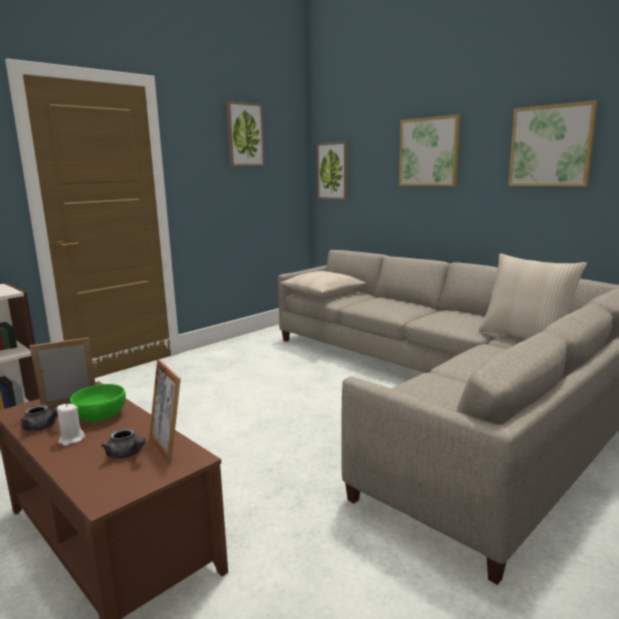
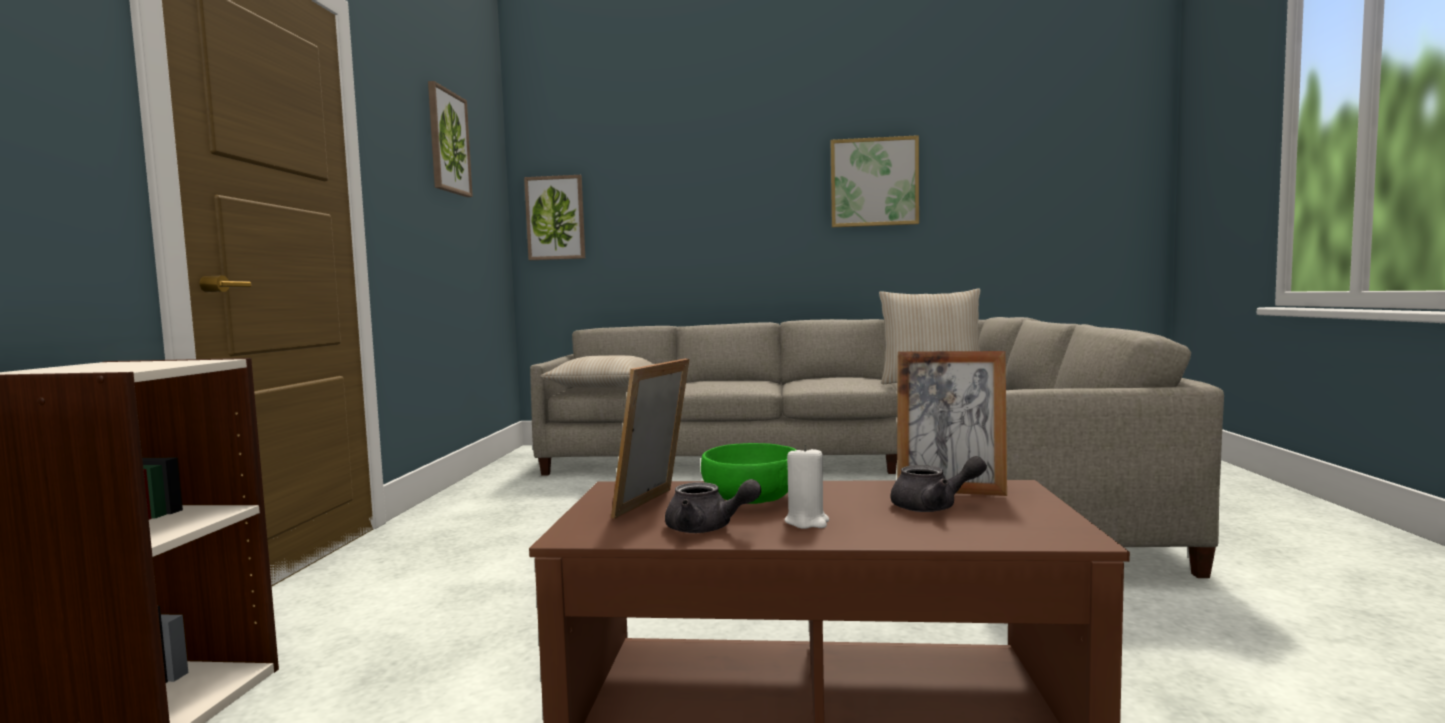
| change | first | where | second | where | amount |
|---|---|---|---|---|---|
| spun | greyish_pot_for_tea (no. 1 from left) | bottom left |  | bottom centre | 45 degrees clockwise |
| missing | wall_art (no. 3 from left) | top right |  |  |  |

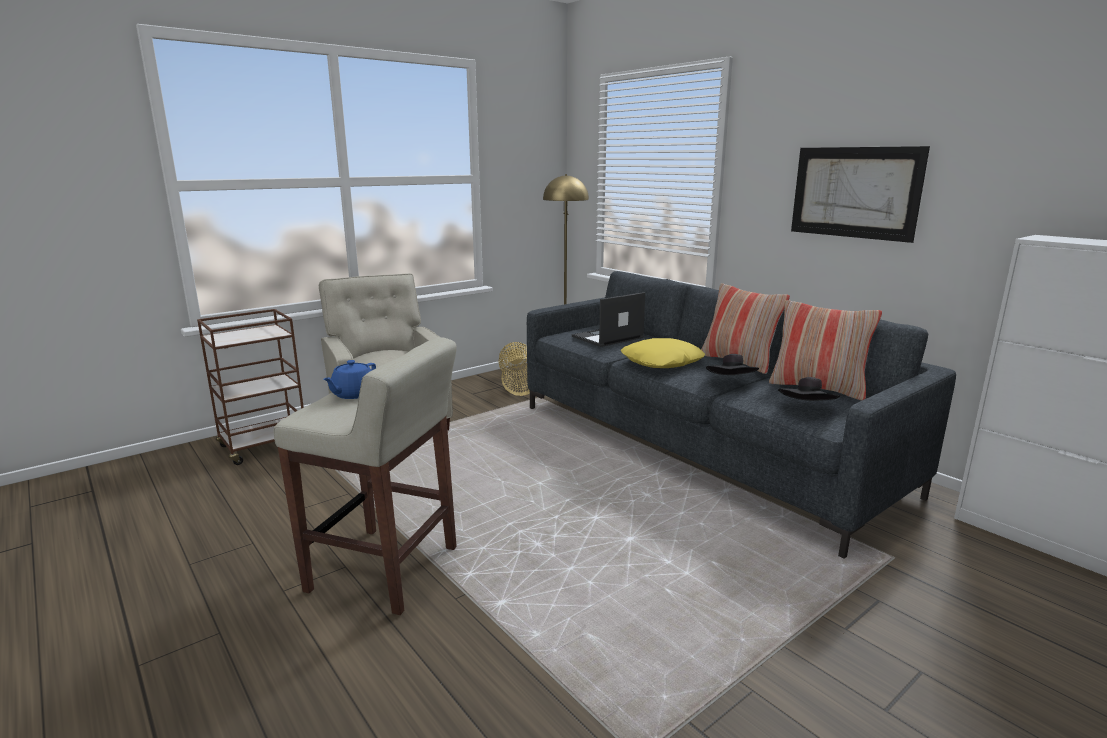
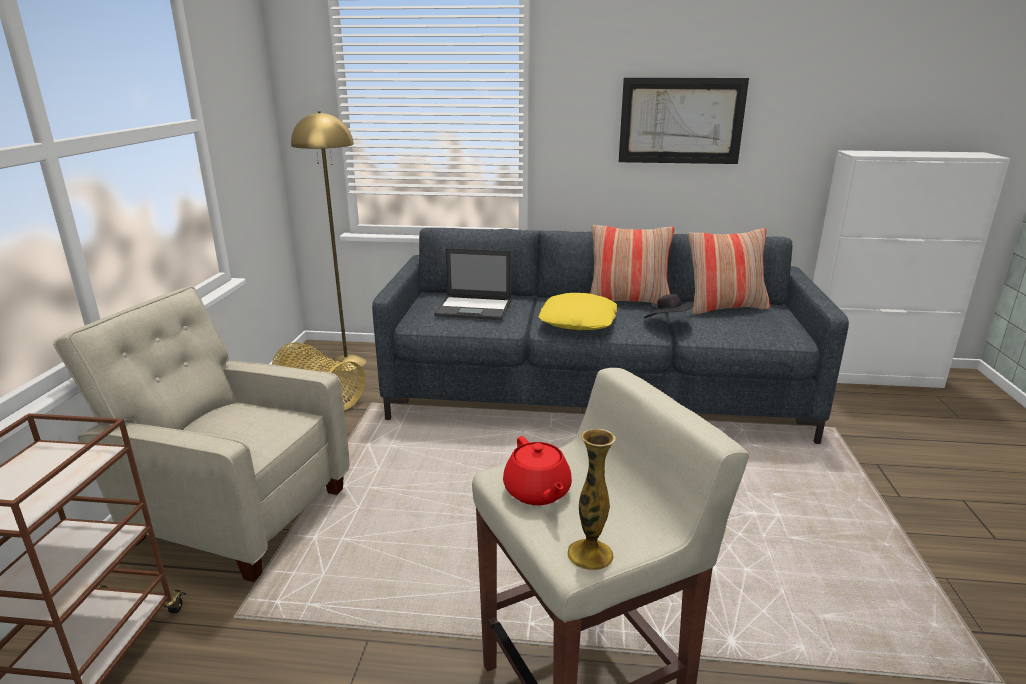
| change | first | where | second | where | amount |
|---|---|---|---|---|---|
| colour | blue_pot_for_tea | middle left | red-coloured_pot_for_tea | bottom centre |  |
| spun | notebook_computer | centre |  | centre | 90 degrees counterclockwise |
| missing | black-coloured_hat (no. 2 from left) | middle right |  |  |  |
| appeared |  |  | flower_vase | bottom centre |  |

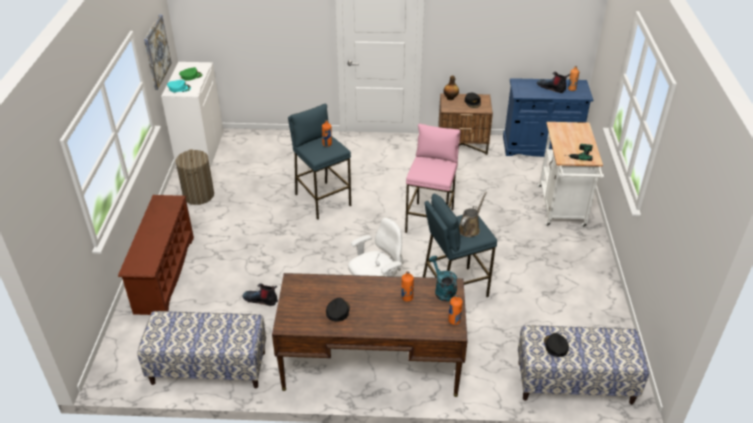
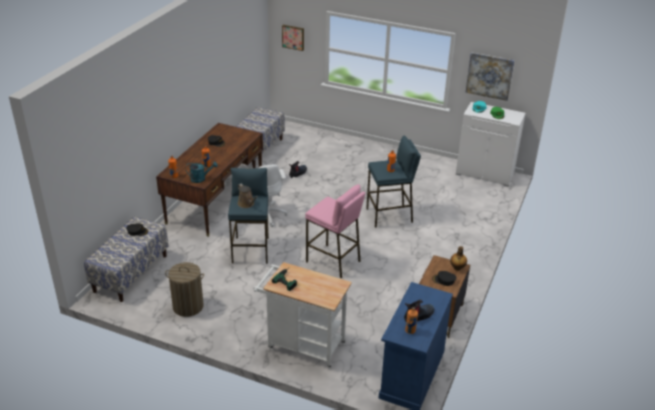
| change | first | where | second | where | amount |
|---|---|---|---|---|---|
| missing | brownish_shoe_rack | middle left |  |  |  |
| relocated | hamper | middle left |  | bottom left |  |
| appeared |  |  | wall_art (no. 1 from left) | top centre |  |

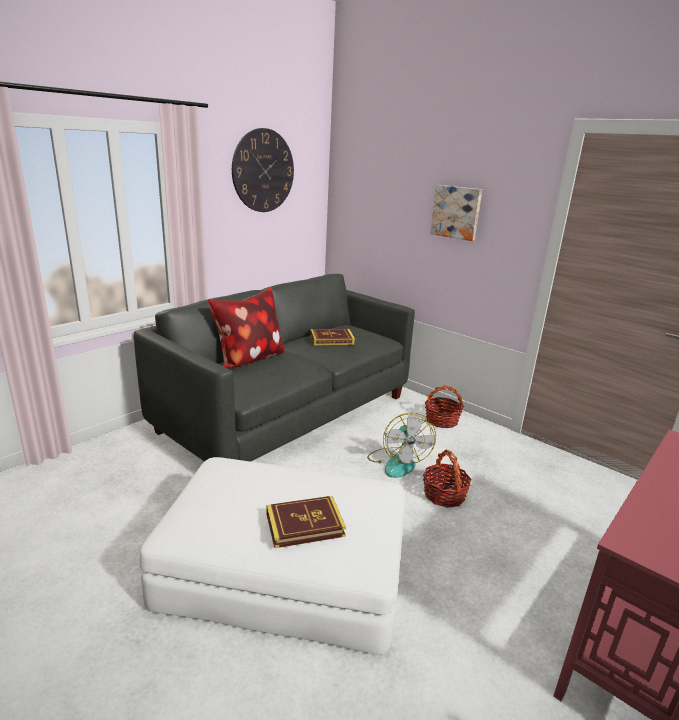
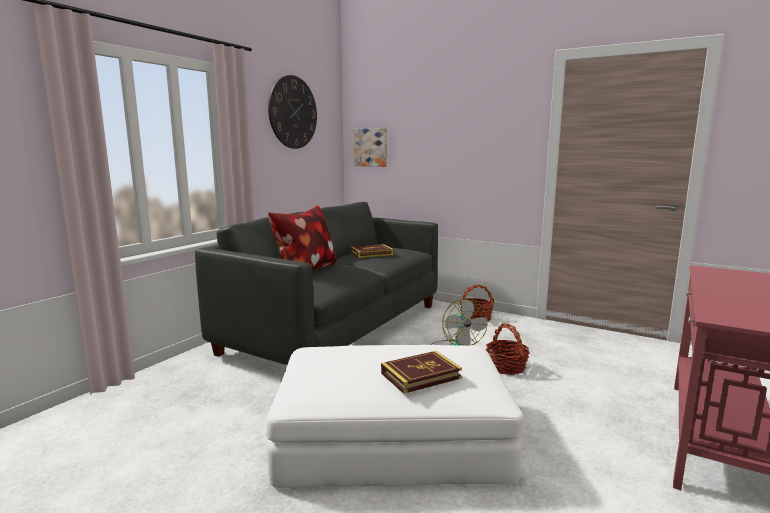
| change | first | where | second | where | amount |
|---|---|---|---|---|---|
| relocated | wall_art | top right |  | top centre |  |

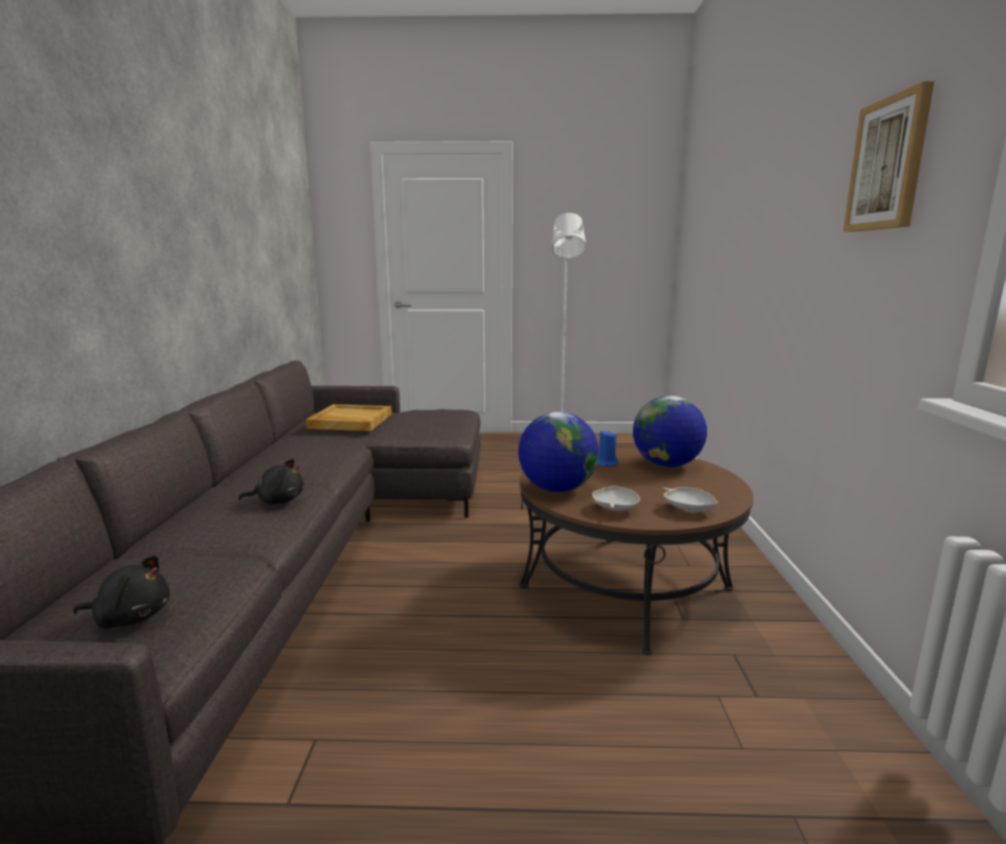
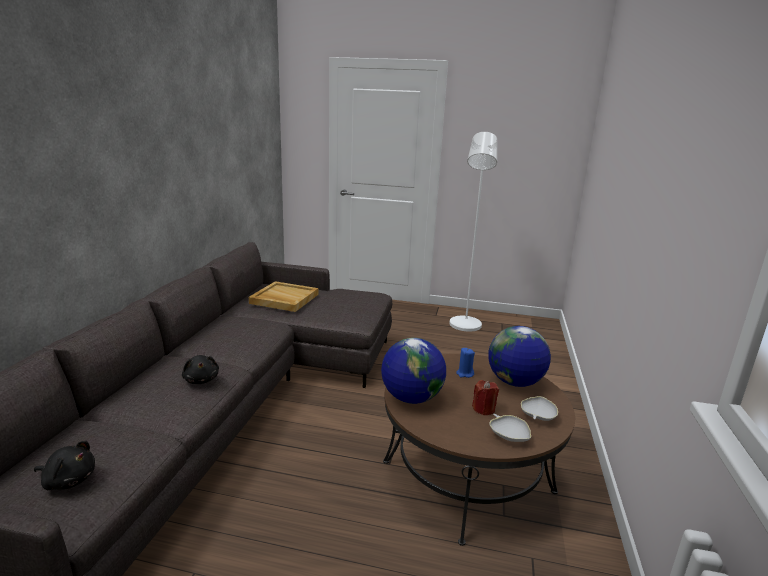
| change | first | where | second | where | amount |
|---|---|---|---|---|---|
| spun | black-coloured_cuddly_toy (no. 2 from left) | middle left |  | middle left | 60 degrees clockwise |
| relocated | white_serving_bowl (no. 1 from left in the first image) | centre | white_serving_bowl (no. 2 from left) | bottom right |  |
| missing | wall_art | top right |  |  |  |
| appeared |  |  | red-coloured_candle | bottom centre |  |

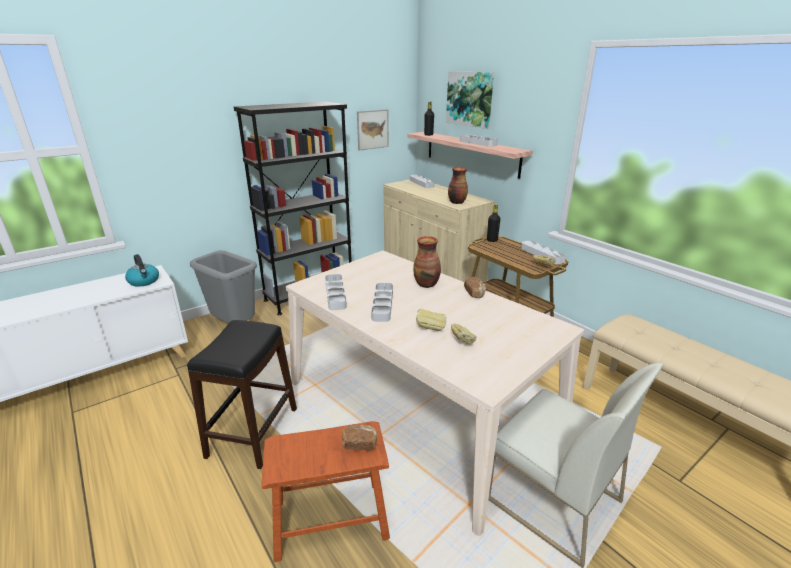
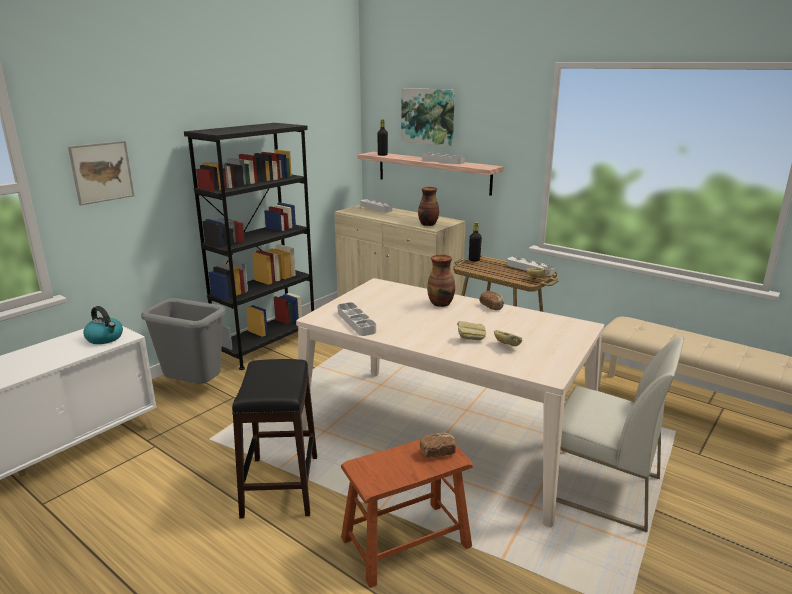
| change | first | where | second | where | amount |
|---|---|---|---|---|---|
| relocated | wall_art (no. 1 from left) | top centre |  | top left |  |
| missing | greyish_serving_tray (no. 2 from left) | centre |  |  |  |

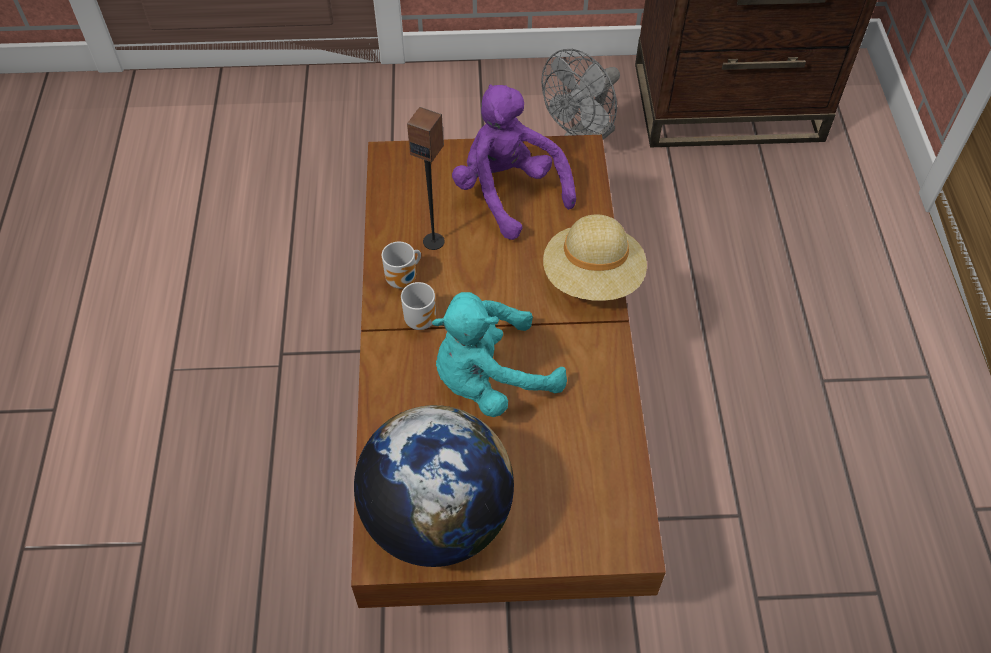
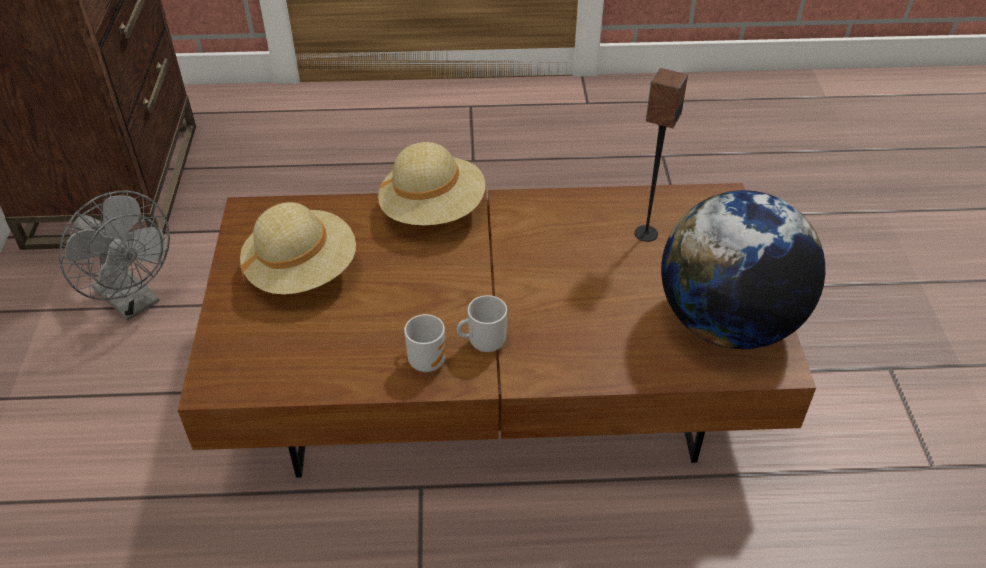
| change | first | where | second | where | amount |
|---|---|---|---|---|---|
| relocated | loudspeaker | top centre |  | top right |  |
| missing | turquoise_cuddly_toy | centre |  |  |  |
| exchanged | purple-coloured_cuddly_toy | top centre | beige-coloured_hat (no. 1 from left) | middle left |  |

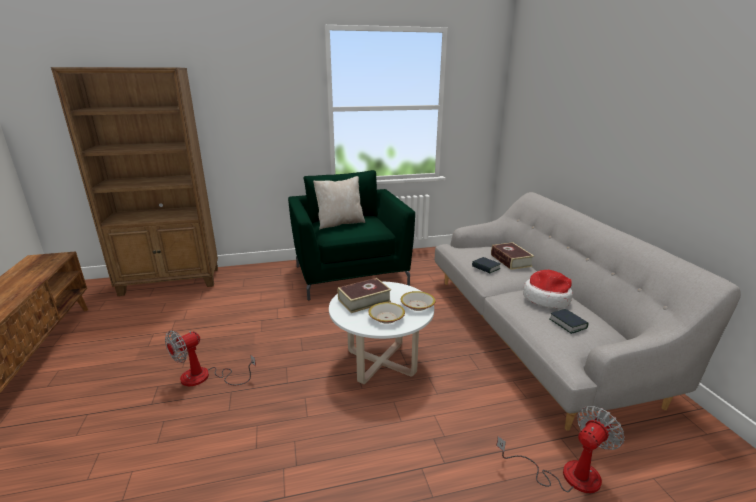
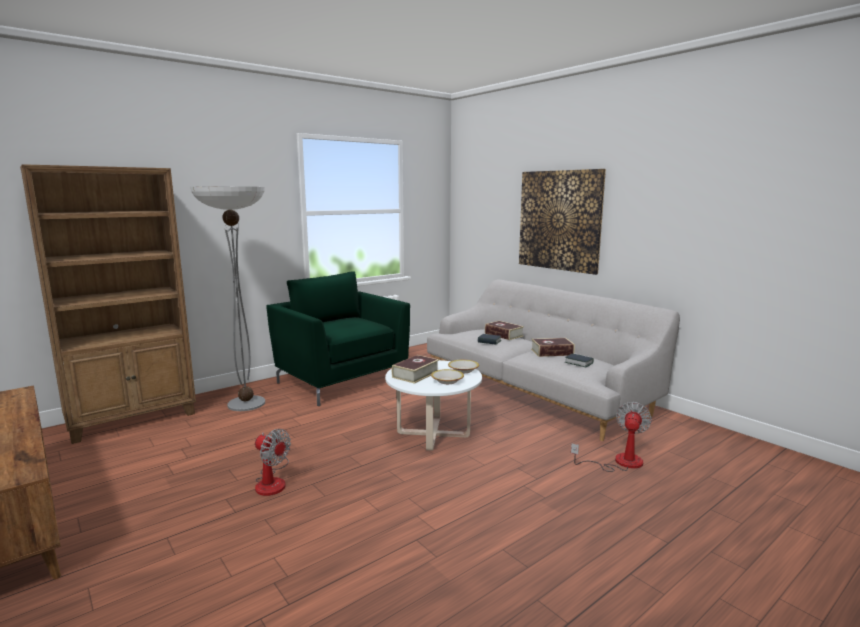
| change | first | where | second | where | amount |
|---|---|---|---|---|---|
| spun | cooling_fan (no. 1 from left) | bottom left |  | bottom left | 75 degrees counterclockwise |
| missing | beige-coloured_throw_pillow | centre |  |  |  |
| exchanged | hat | middle right | volume (no. 4 from left) | centre |  |
| appeared |  |  | floor_lamp | middle left |  |
| appeared |  |  | wall_art | centre |  |

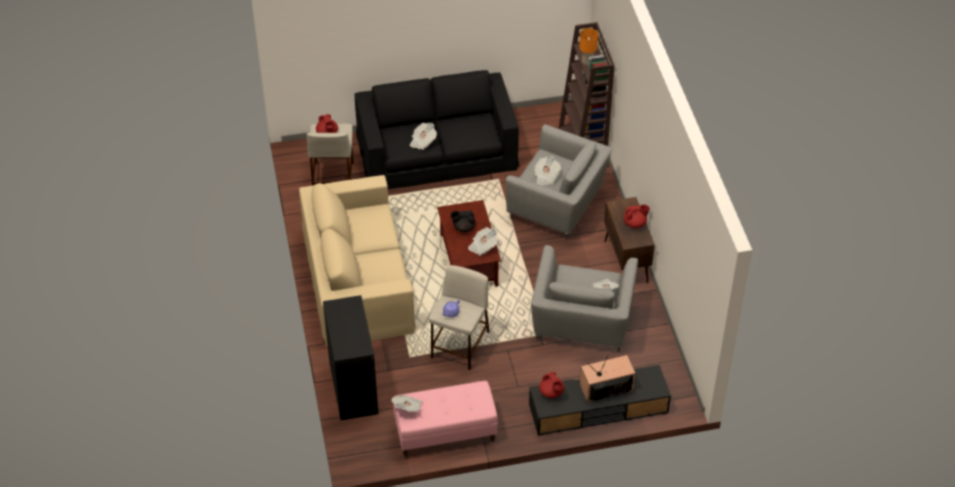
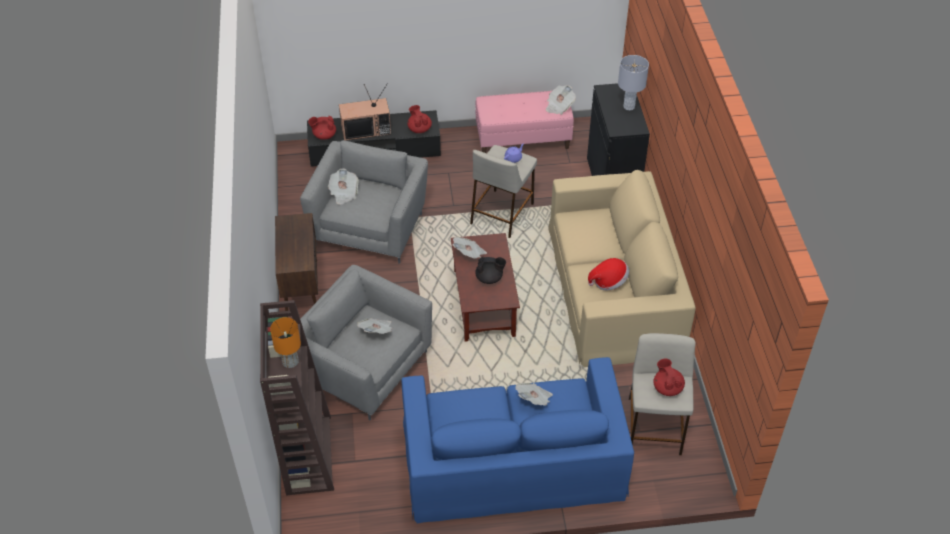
| change | first | where | second | where | amount |
|---|---|---|---|---|---|
| colour | black-coloured_sofa | top centre | blue_sofa | bottom centre |  |
| relocated | red-coloured_pot_for_tea (no. 3 from left in the first image) | middle right | red-coloured_pot_for_tea (no. 1 from left) | top centre |  |
| appeared |  |  | hat | centre |  |
| appeared |  |  | greyish_lamp_for_a_table | top centre |  |

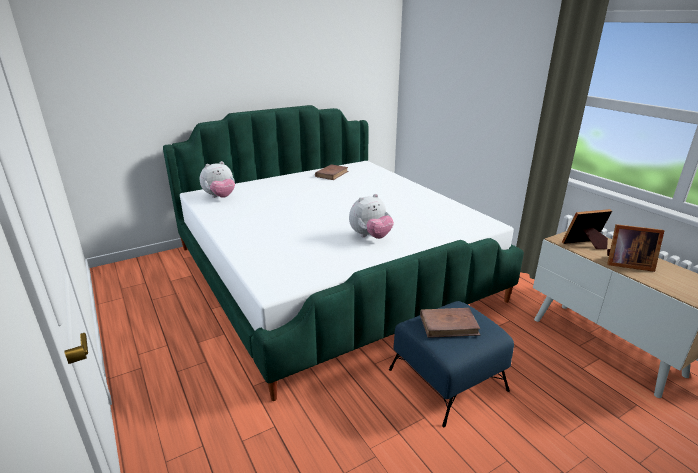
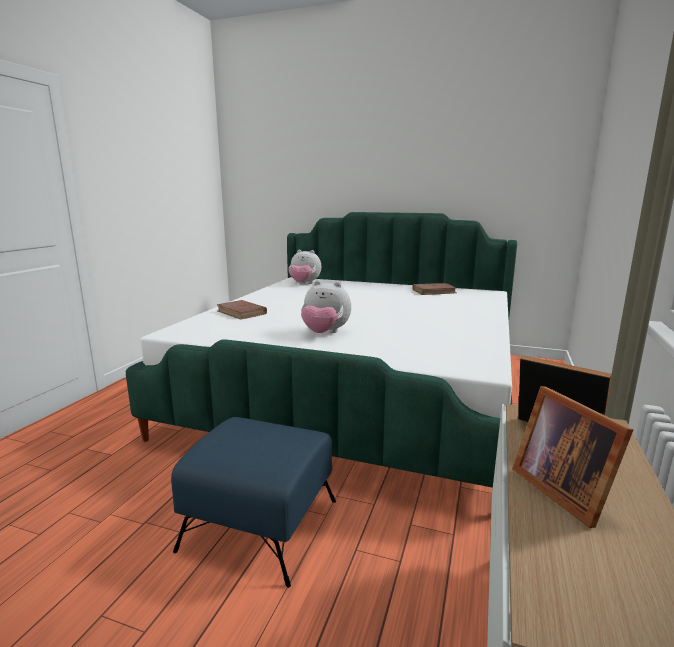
| change | first | where | second | where | amount |
|---|---|---|---|---|---|
| relocated | brownish_volume (no. 2 from left in the first image) | bottom centre | brownish_volume (no. 1 from left) | centre |  |

